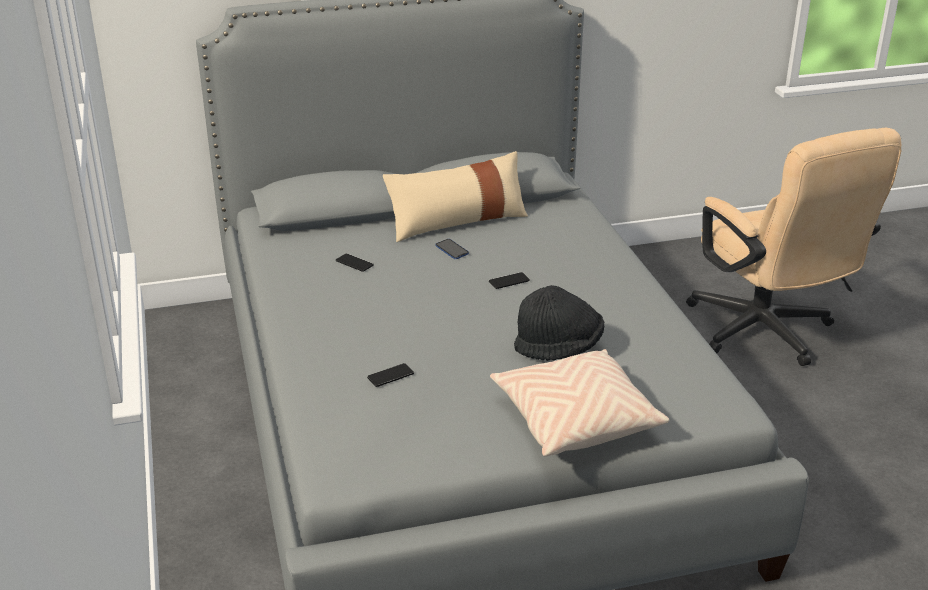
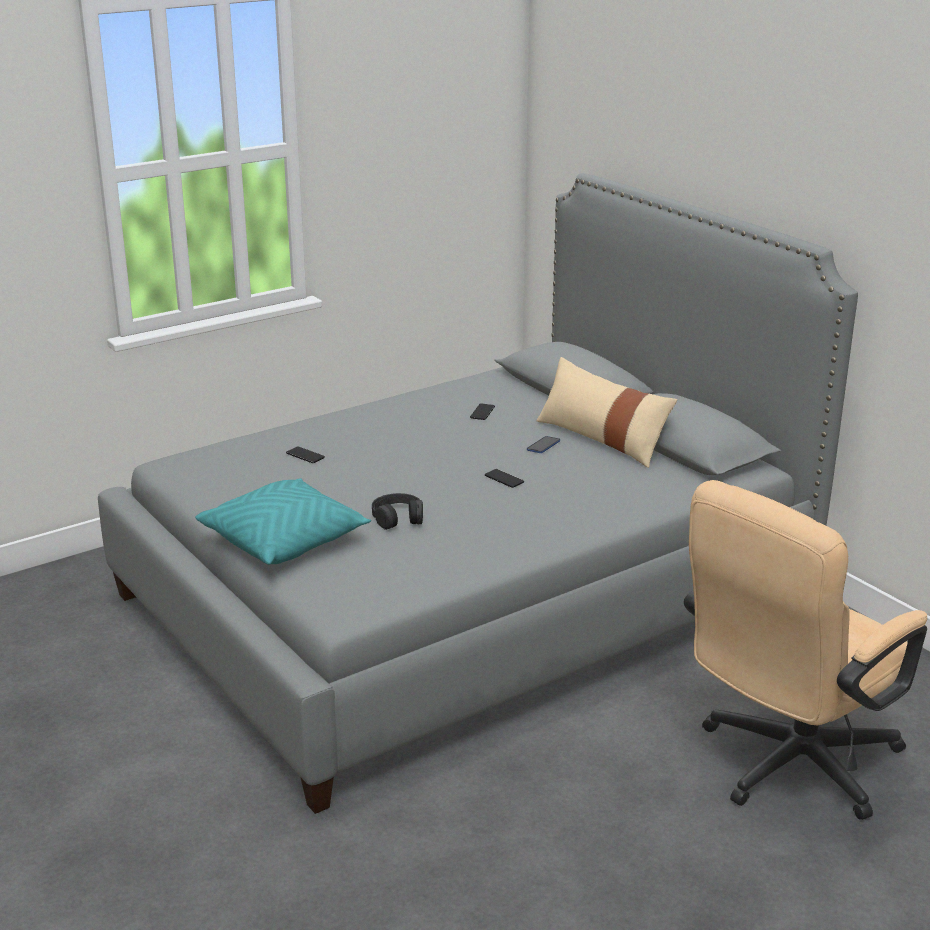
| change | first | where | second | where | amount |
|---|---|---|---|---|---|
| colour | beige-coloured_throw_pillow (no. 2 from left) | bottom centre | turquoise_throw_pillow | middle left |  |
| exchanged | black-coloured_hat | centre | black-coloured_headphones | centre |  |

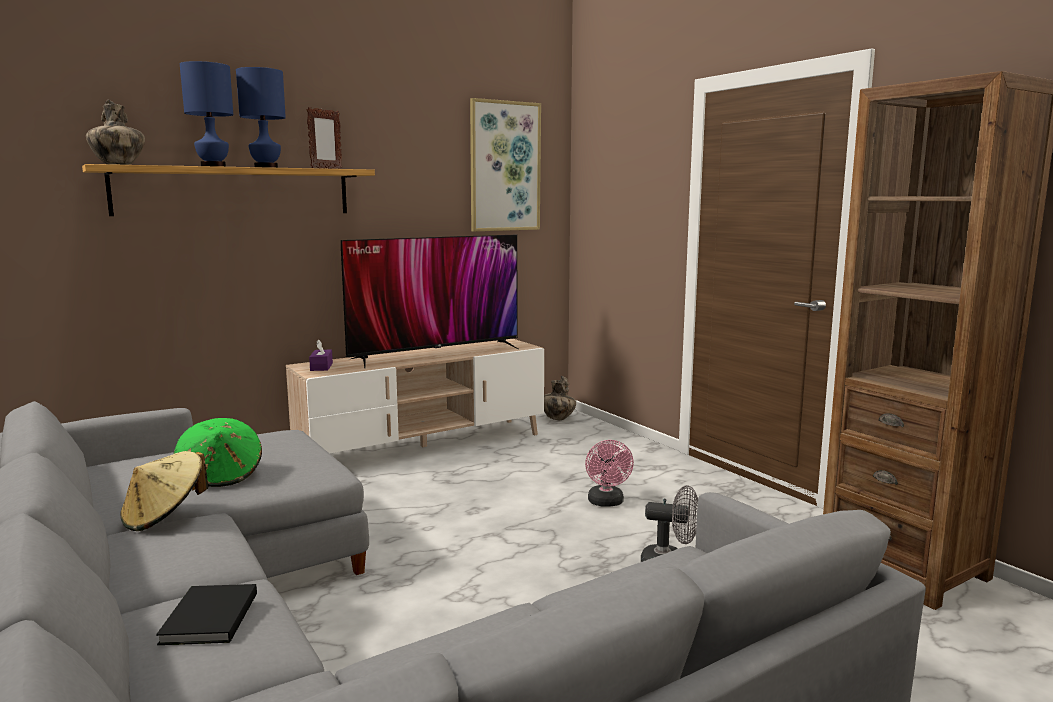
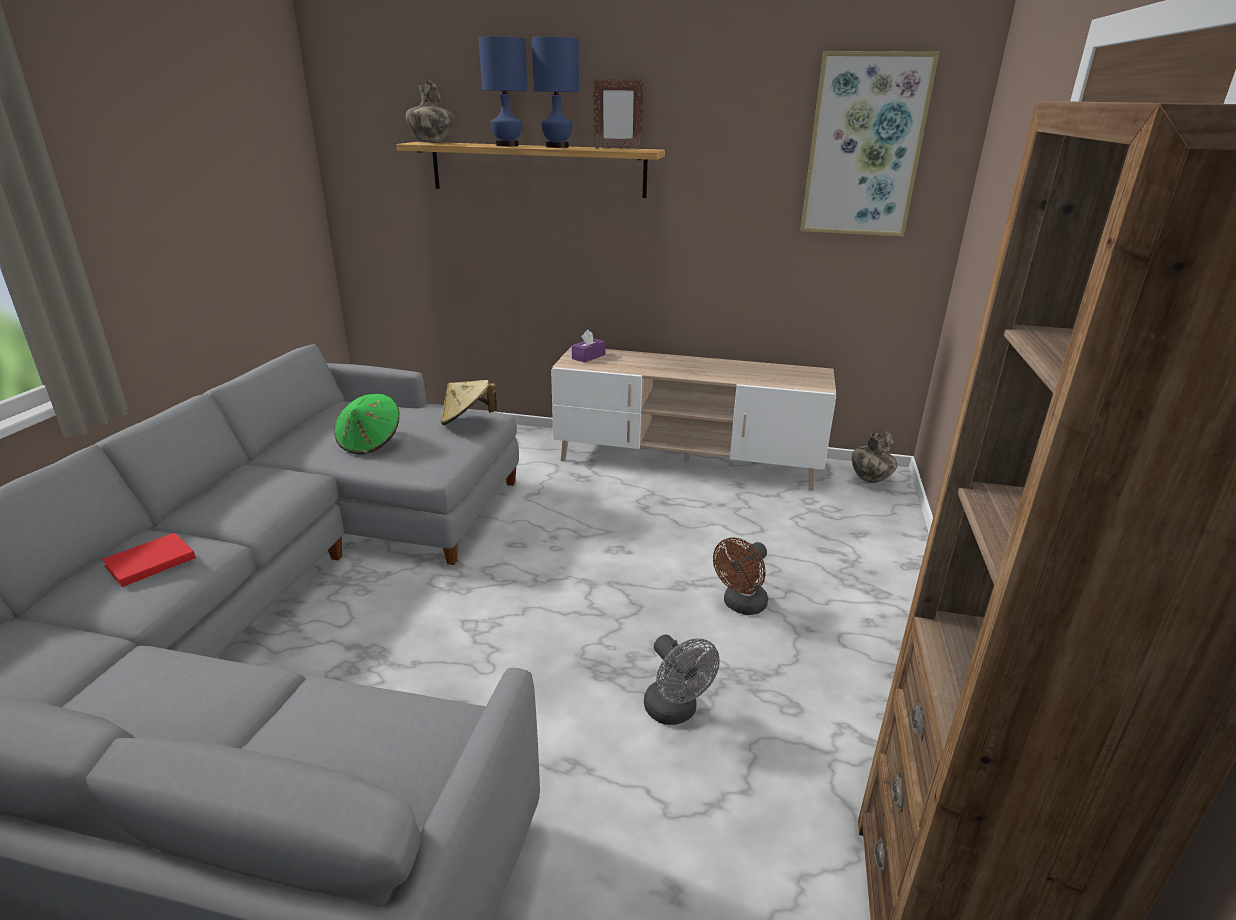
| change | first | where | second | where | amount |
|---|---|---|---|---|---|
| relocated | beige-coloured_hat | bottom left |  | centre |  |
| colour | black-coloured_volume | bottom left | red-coloured_volume | middle left |  |
| missing | television | centre |  |  |  |
| colour | pink_cooling_fan | bottom centre | brownish_cooling_fan | centre |  |

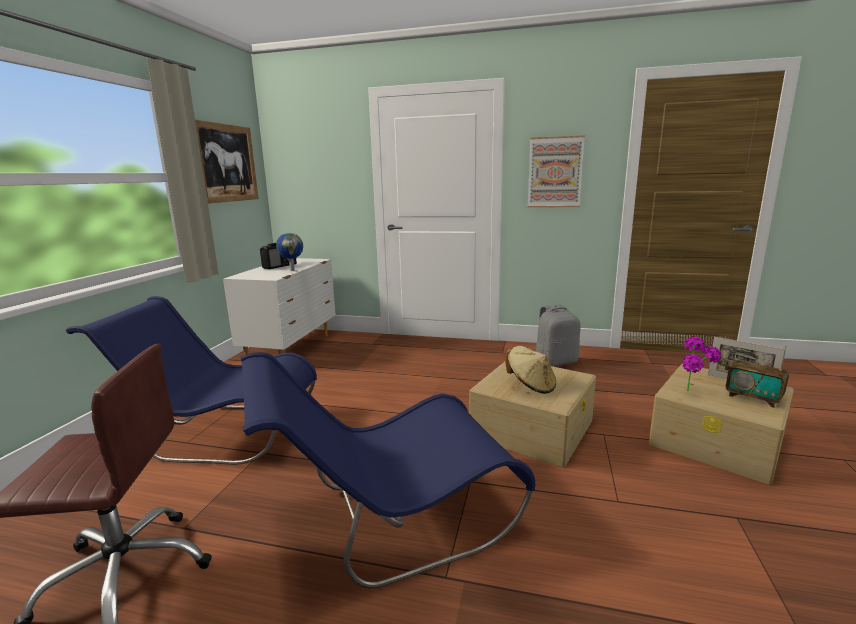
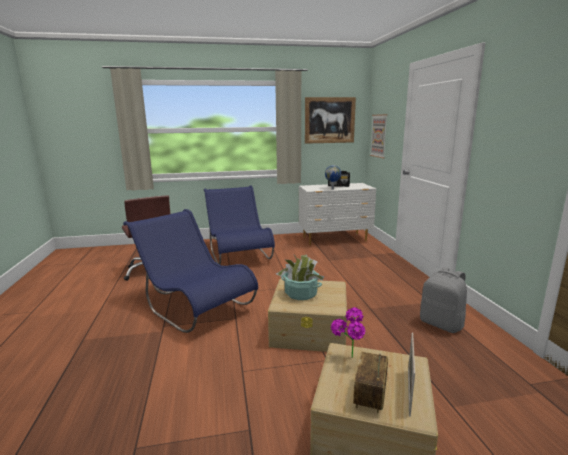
| change | first | where | second | where | amount |
|---|---|---|---|---|---|
| exchanged | beige-coloured_hat | centre | potted_plant (no. 1 from left) | centre |  |
| relocated | wall_art (no. 2 from left) | top centre |  | top right |  |

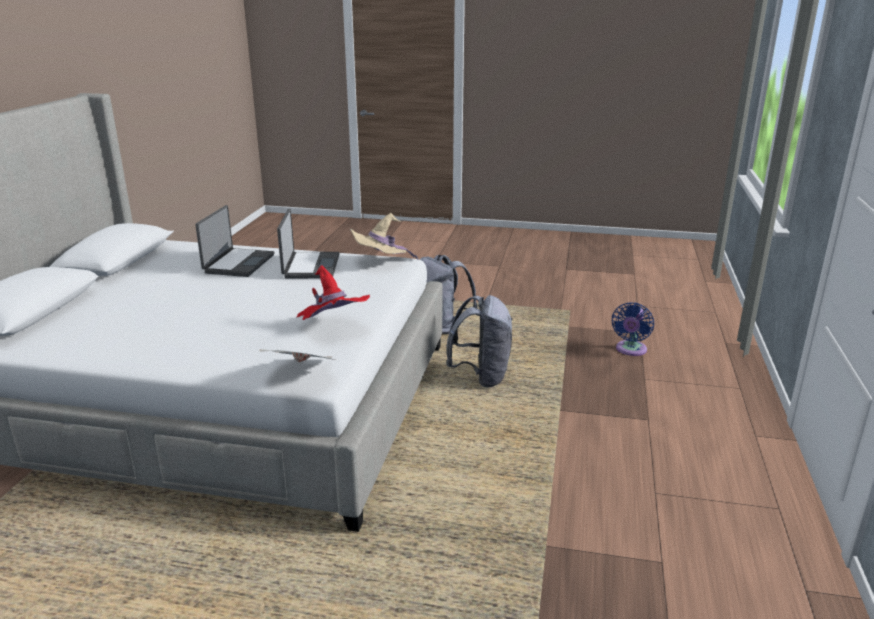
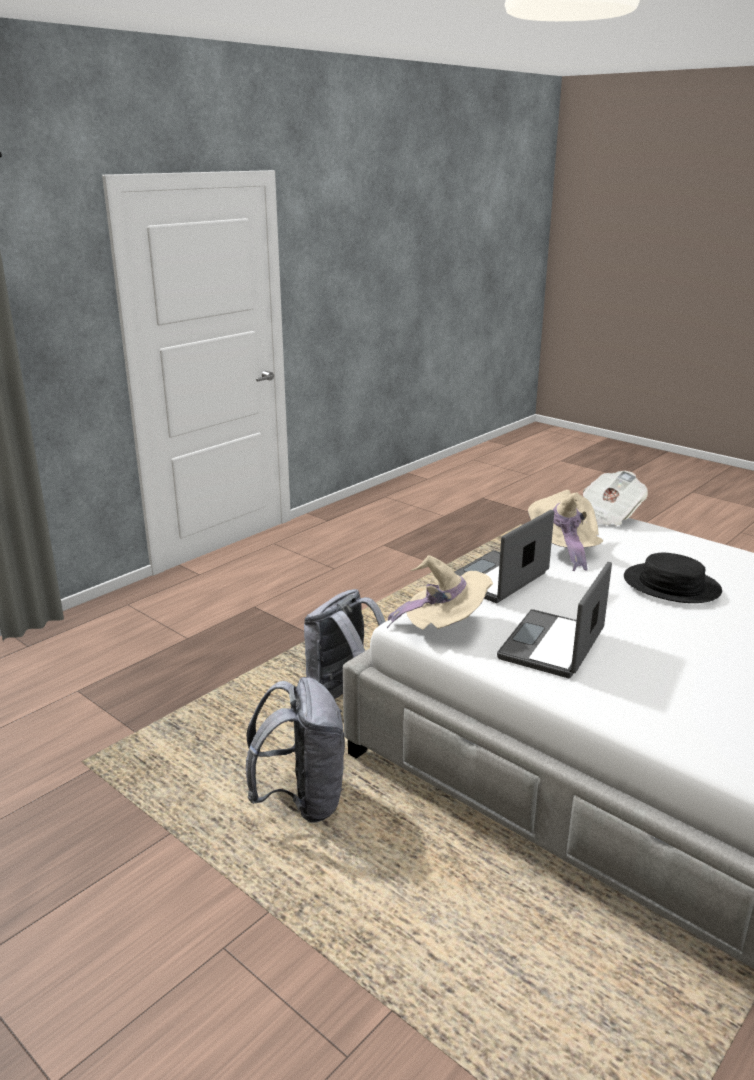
| change | first | where | second | where | amount |
|---|---|---|---|---|---|
| relocated | notebook_computer (no. 1 from left) | middle left |  | middle right |  |
| colour | red-coloured_hat | centre | beige-coloured_hat (no. 2 from left) | middle right |  |
| missing | blue_cooling_fan | middle right |  |  |  |
| appeared |  |  | black-coloured_hat | middle right |  |

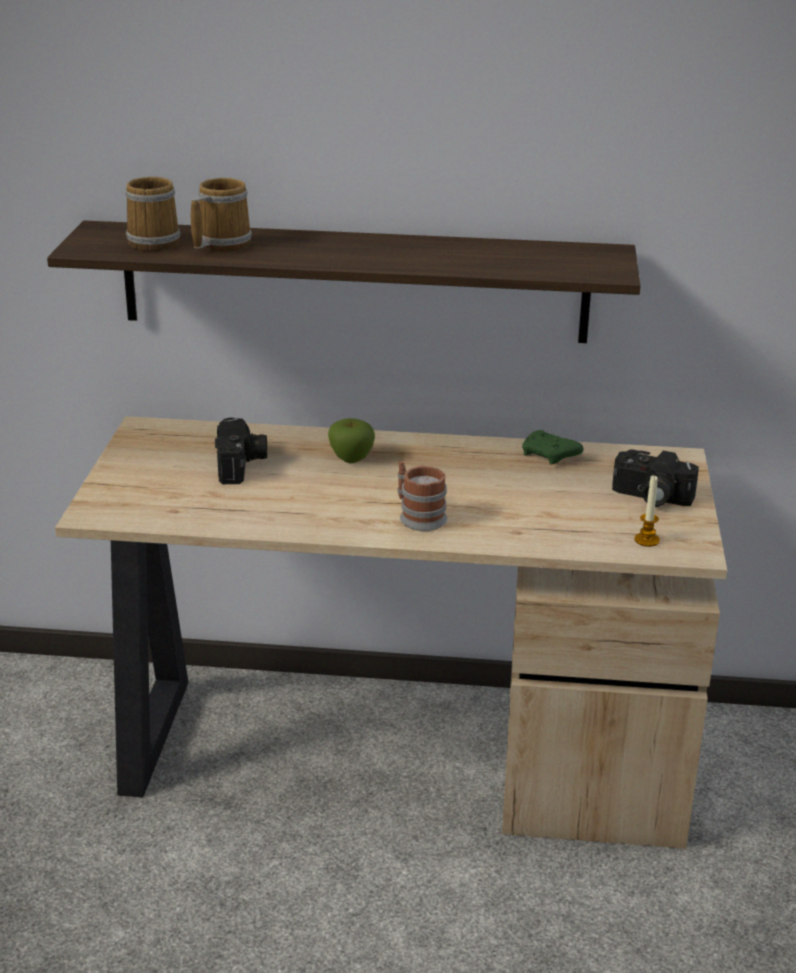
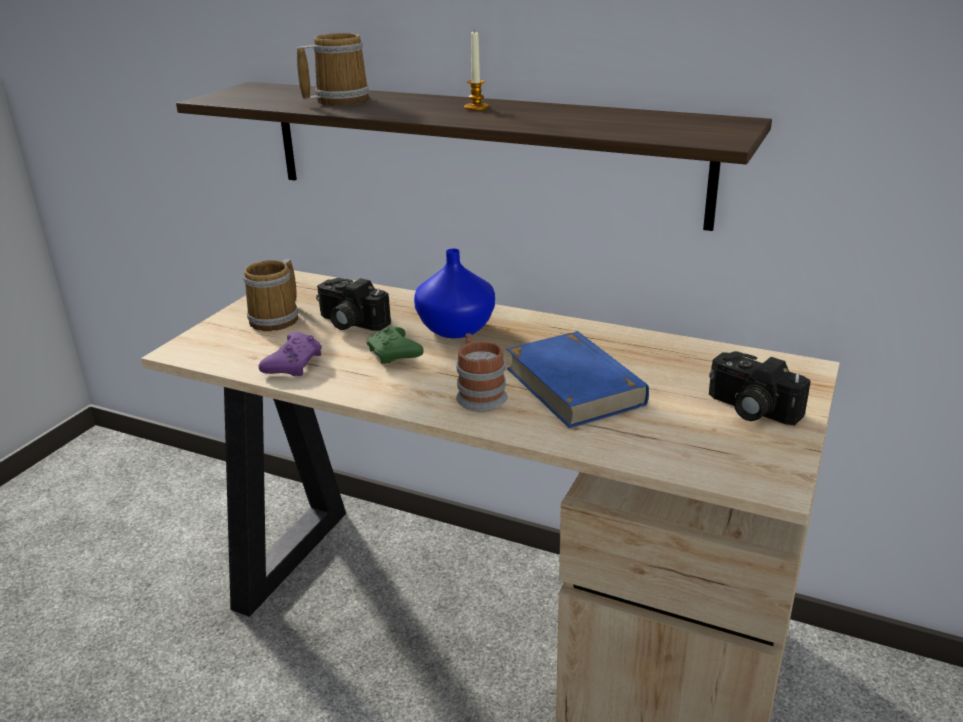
| change | first | where | second | where | amount |
|---|---|---|---|---|---|
| relocated | mug (no. 1 from left) | top left |  | middle left |  |
| spun | photo_camera (no. 1 from left) | middle left |  | centre | 105 degrees clockwise |
| exchanged | apple_fruit | centre | blue_flower_vase | centre |  |
| relocated | green-coloured_game_controller | middle right |  | centre |  |
| relocated | candle | middle right |  | top centre |  |
| appeared |  |  | purple-coloured_game_controller | middle left |  |
| appeared |  |  | blue_volume | centre |  |

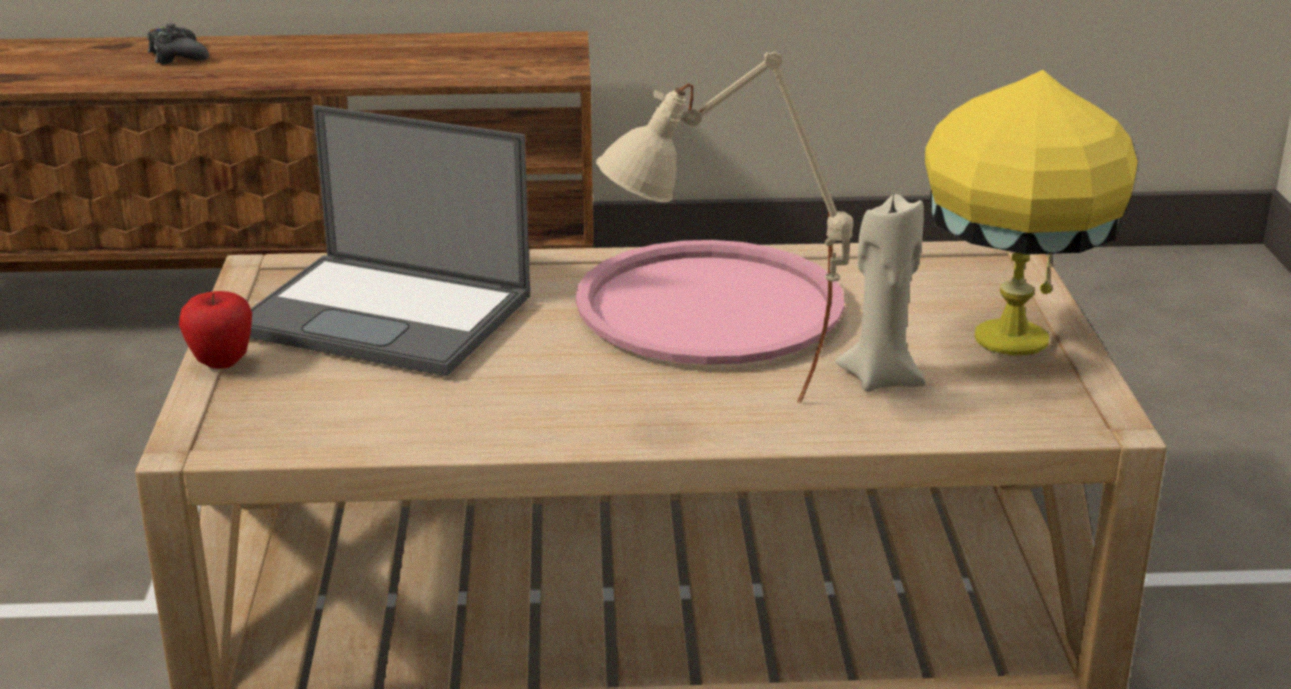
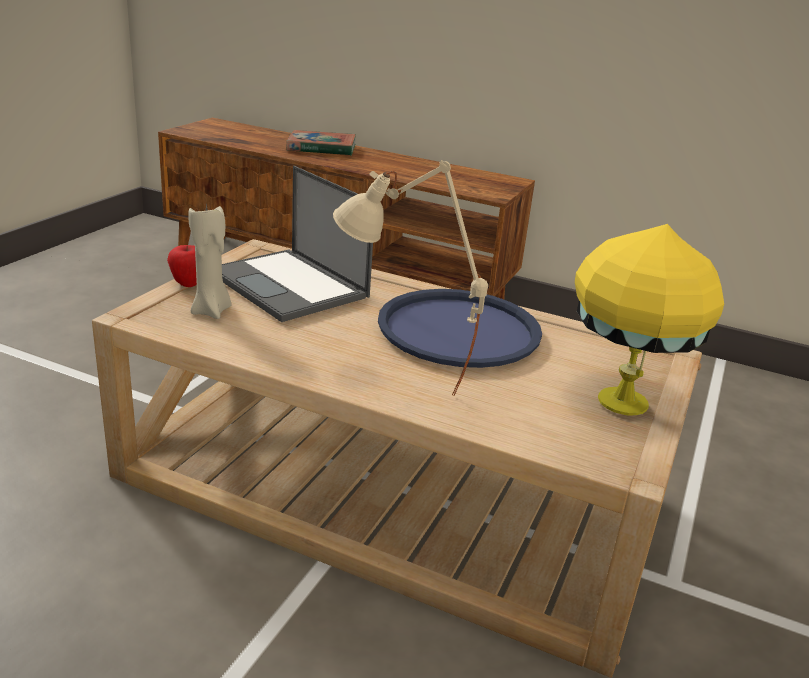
| change | first | where | second | where | amount |
|---|---|---|---|---|---|
| exchanged | black-coloured_game_controller | top left | volume | top centre |  |
| colour | pink_serving_tray | centre | blue_serving_tray | centre |  |
| relocated | beige-coloured_candle | middle right |  | middle left |  |

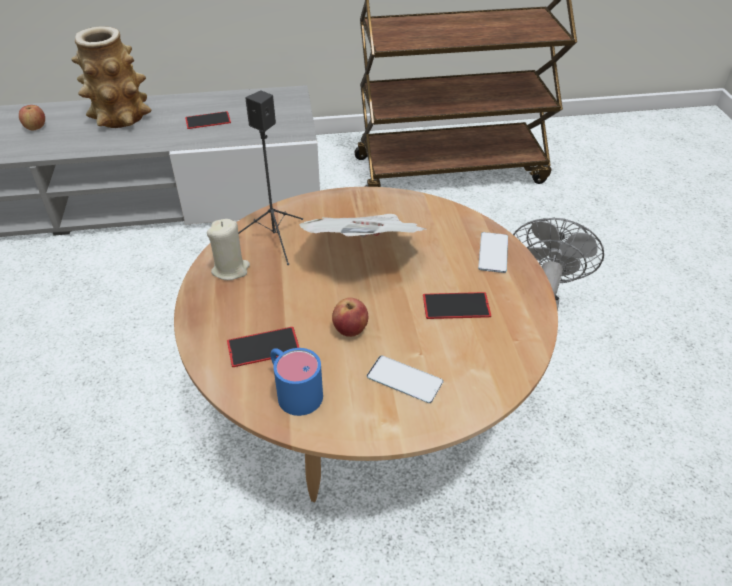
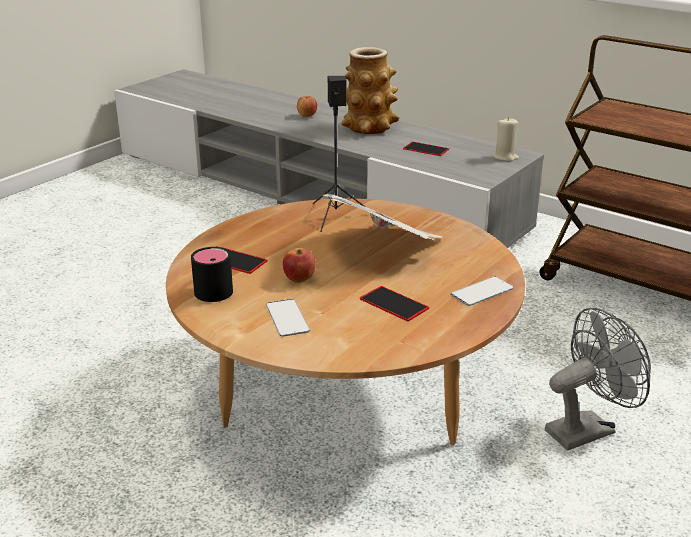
| change | first | where | second | where | amount |
|---|---|---|---|---|---|
| relocated | beige-coloured_candle | middle left |  | top right |  |
| colour | blue_mug | centre | black-coloured_mug | middle left |  |

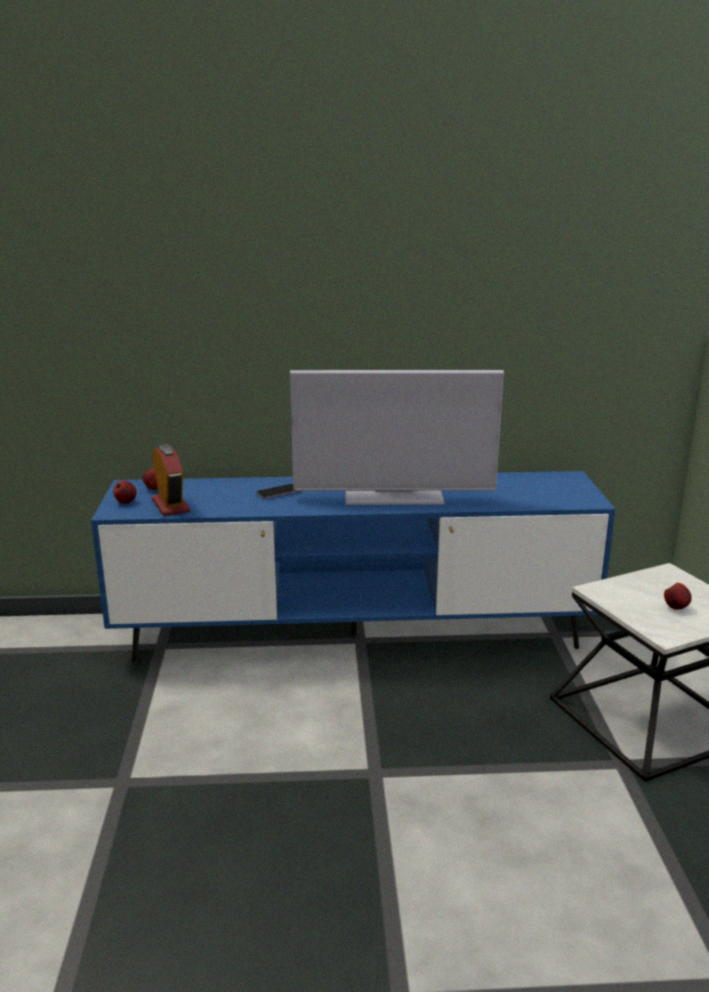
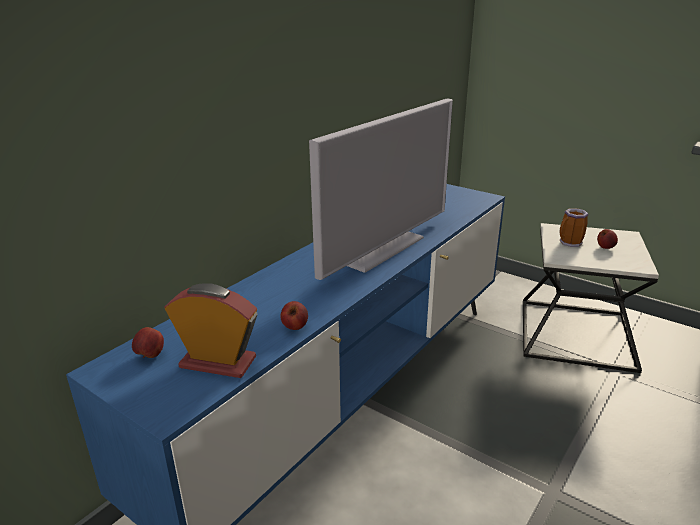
| change | first | where | second | where | amount |
|---|---|---|---|---|---|
| relocated | apple_fruit (no. 1 from left in the first image) | middle left | apple_fruit (no. 2 from left) | centre |  |
| missing | phone | centre |  |  |  |
| appeared |  |  | mug | middle right |  |

